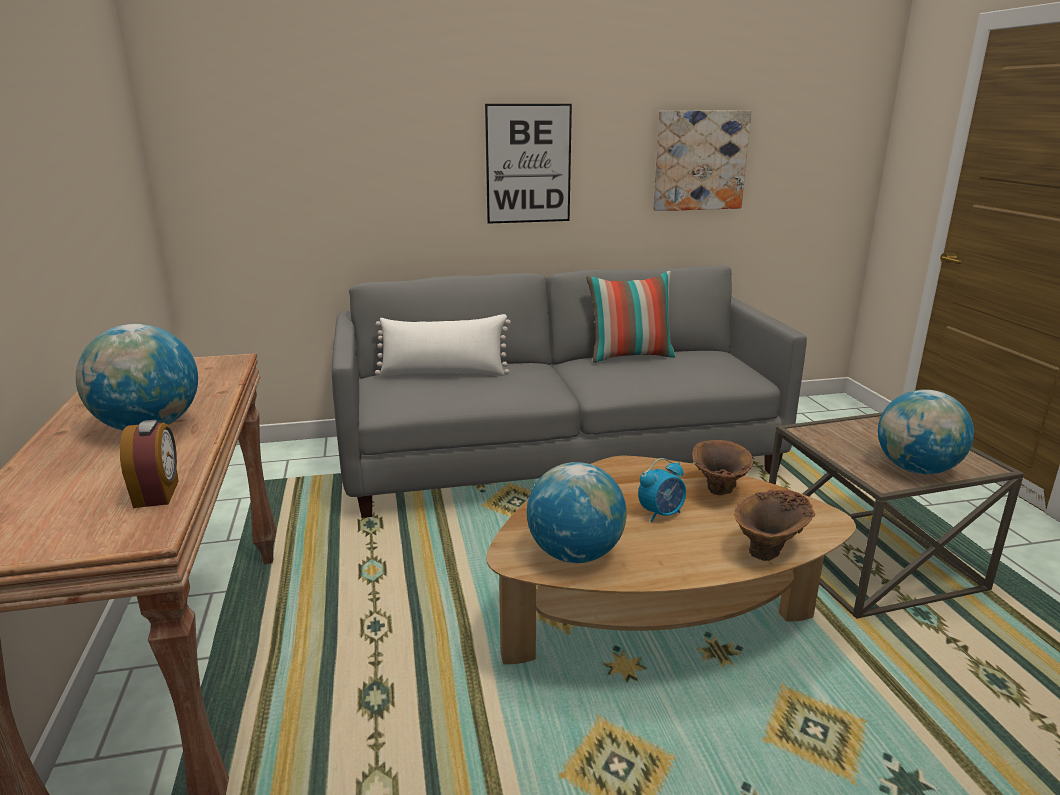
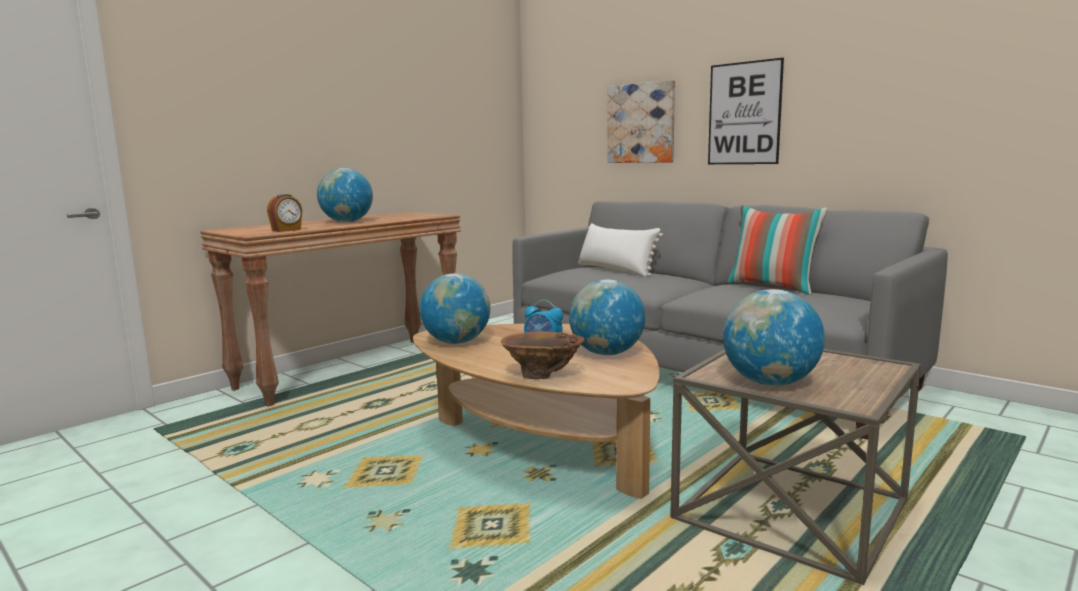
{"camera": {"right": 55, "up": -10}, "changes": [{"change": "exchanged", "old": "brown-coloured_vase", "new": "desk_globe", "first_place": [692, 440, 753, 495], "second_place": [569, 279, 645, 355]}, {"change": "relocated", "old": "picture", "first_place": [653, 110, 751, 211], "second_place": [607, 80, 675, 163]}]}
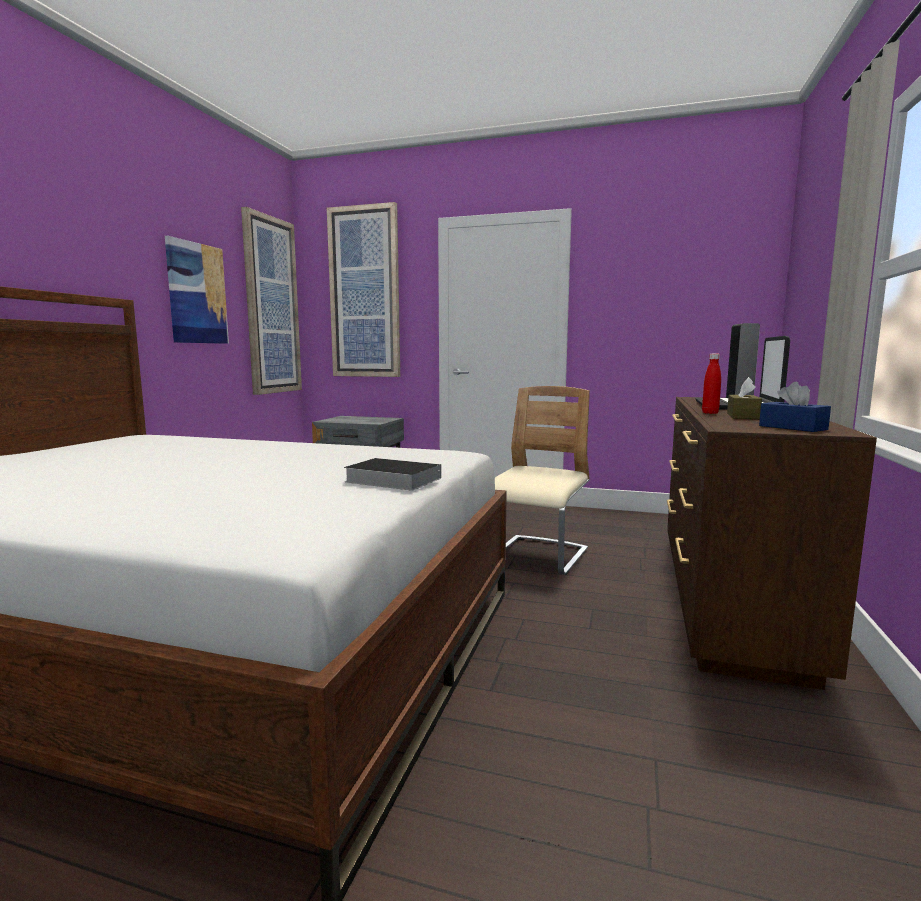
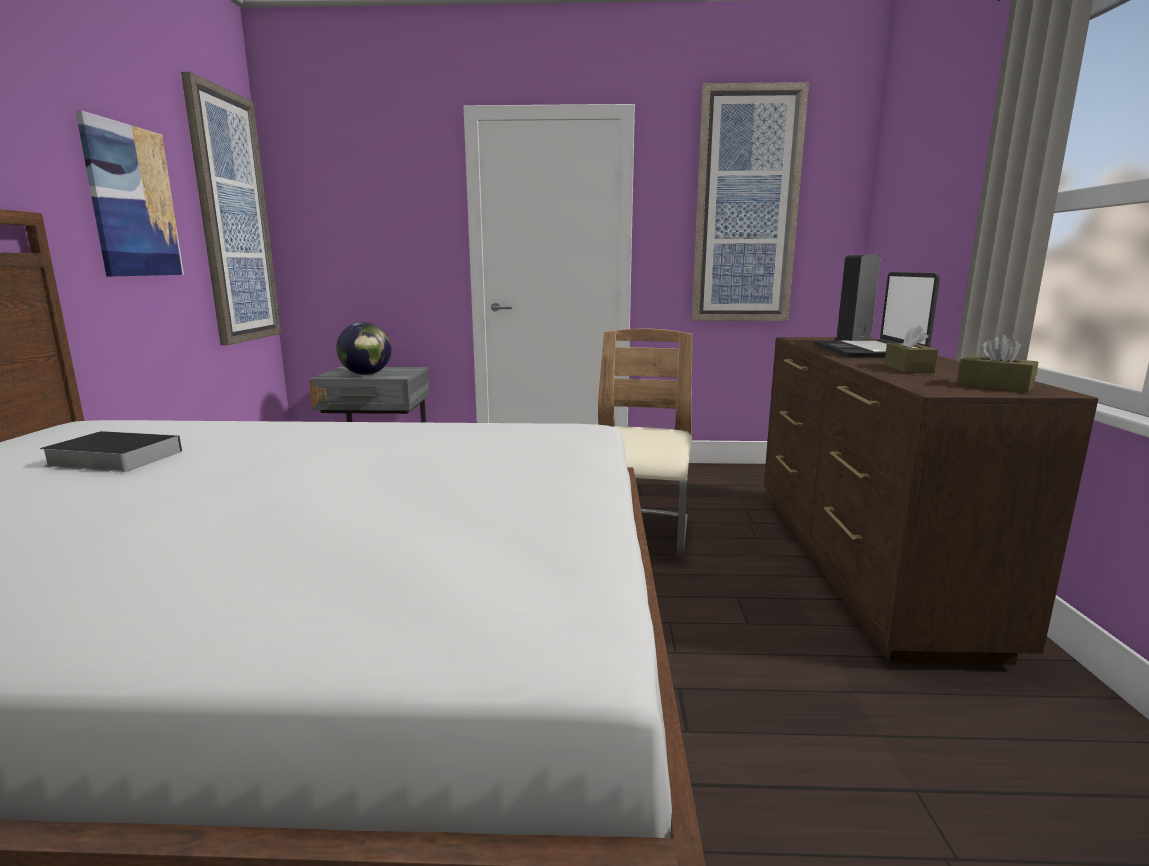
{"camera": {"right": -15, "up": 5}, "changes": [{"change": "relocated", "old": "bound_book", "first_place": [344, 458, 441, 491], "second_place": [40, 431, 182, 472]}, {"change": "appeared", "new": "desk_globe", "second_place": [336, 322, 391, 375]}, {"change": "relocated", "old": "picture", "first_place": [327, 202, 400, 377], "second_place": [692, 82, 809, 321]}, {"change": "colour", "old": "bluish_tissue_box", "new": "brown-coloured_tissue_box", "first_place": [759, 382, 831, 432], "second_place": [957, 334, 1038, 393]}, {"change": "missing", "old": "reddish_bottle", "first_place": [702, 354, 721, 414]}]}
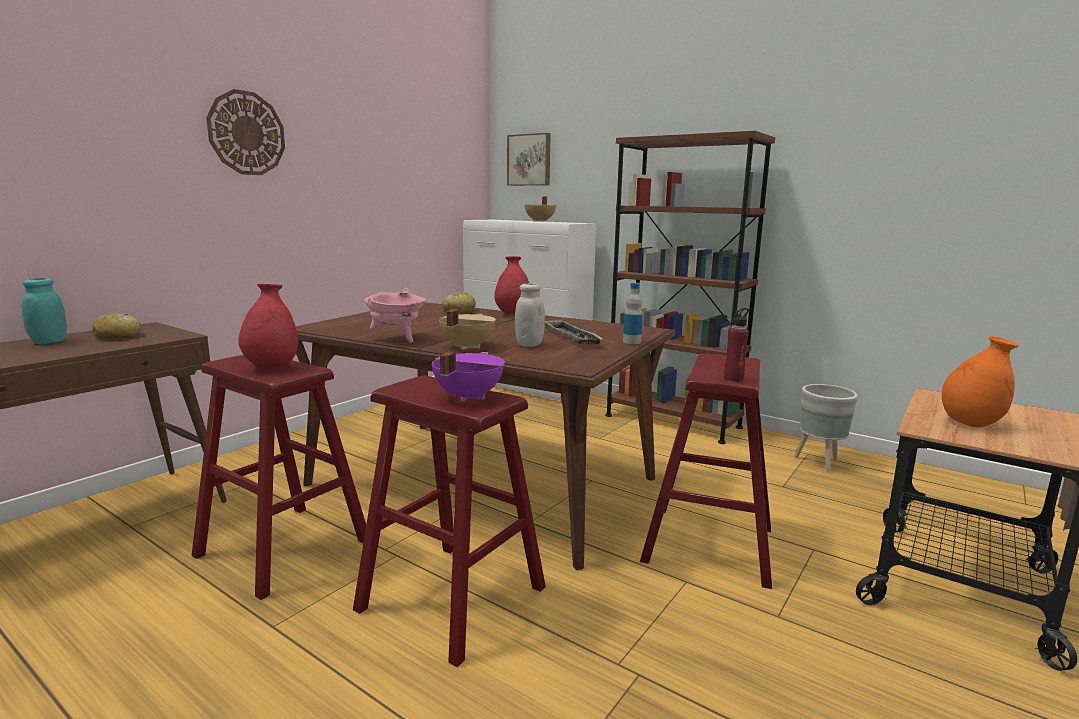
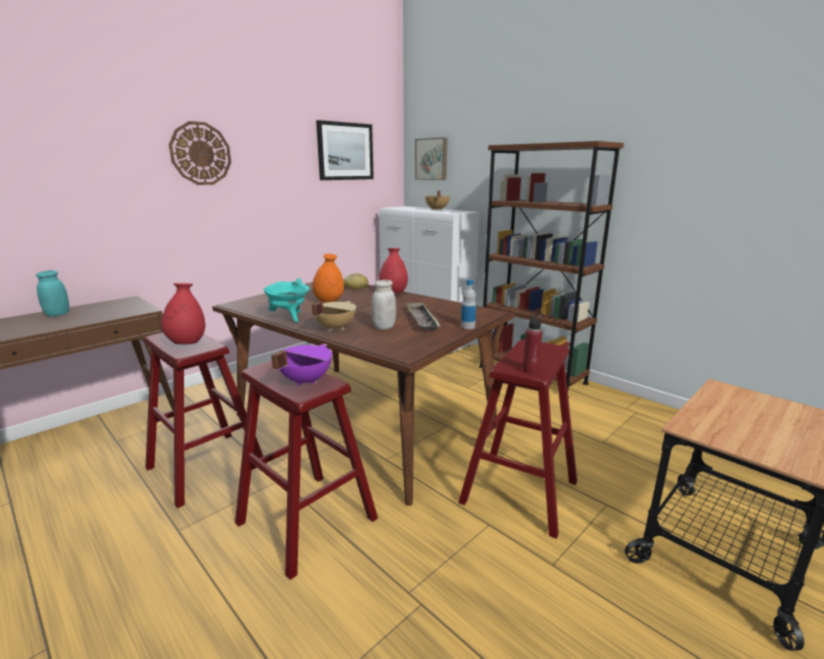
{"camera": {"right": 10, "up": 5}, "changes": [{"change": "colour", "old": "pink_saucepot", "new": "blue-green_saucepot", "first_place": [363, 288, 426, 343], "second_place": [263, 278, 310, 322]}, {"change": "relocated", "old": "orangey_vase", "first_place": [942, 336, 1019, 428], "second_place": [313, 254, 344, 303]}, {"change": "appeared", "new": "picture", "second_place": [316, 120, 374, 180]}, {"change": "missing", "old": "bread", "first_place": [92, 313, 141, 340]}, {"change": "missing", "old": "grey_flower_pot", "first_place": [794, 384, 858, 473]}]}
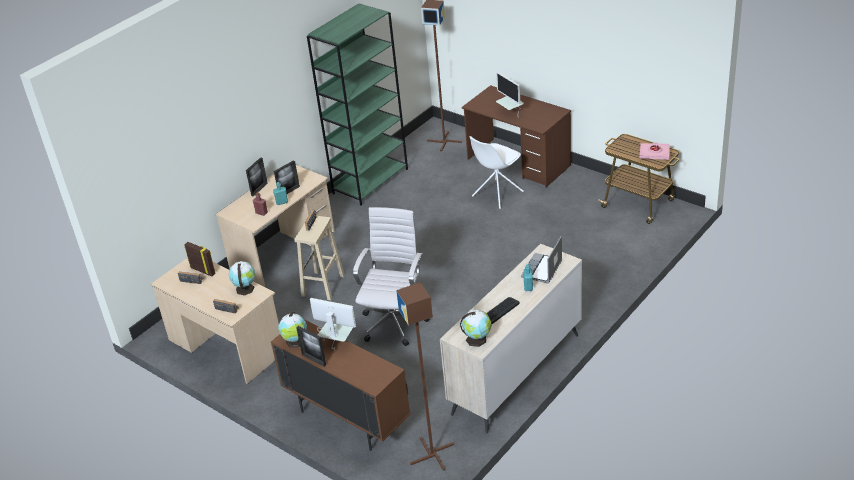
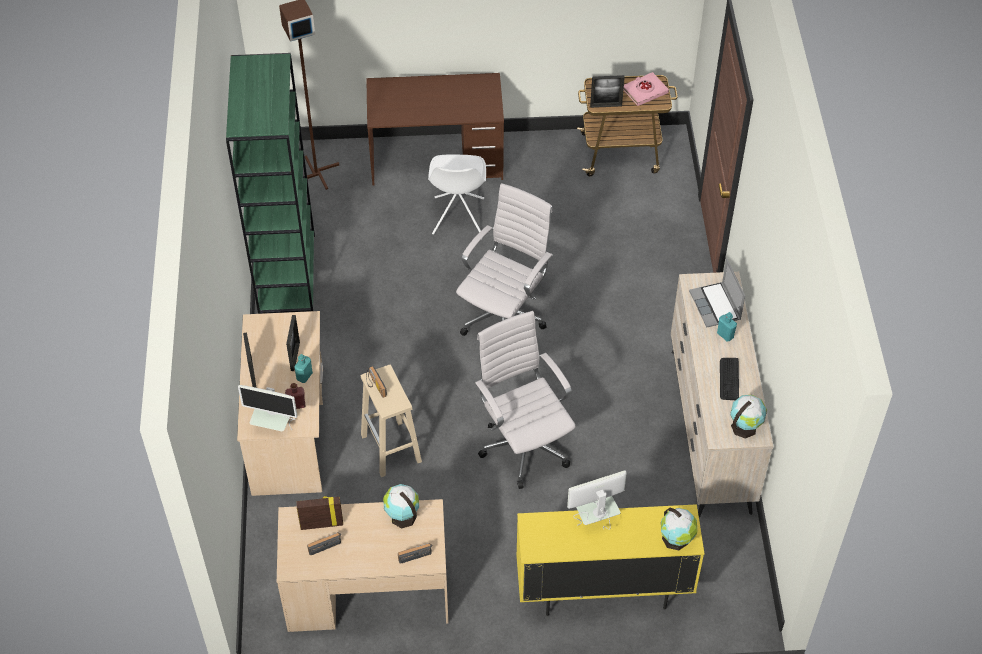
{"camera": {"right": -45, "up": 15}, "changes": [{"change": "relocated", "old": "monitor", "first_place": [496, 72, 524, 112], "second_place": [238, 385, 298, 431]}, {"change": "appeared", "new": "white-coloured_computer_chair", "second_place": [456, 183, 553, 336]}, {"change": "colour", "old": "brown-coloured_cabinet", "new": "yellow-coloured_cabinet", "first_place": [271, 320, 410, 451], "second_place": [516, 504, 705, 616]}, {"change": "relocated", "old": "picture_frame", "first_place": [296, 326, 326, 367], "second_place": [590, 75, 625, 108]}, {"change": "relocated", "old": "desk_globe", "first_place": [278, 312, 307, 348], "second_place": [661, 508, 697, 551]}, {"change": "missing", "old": "brown-coloured_floor_lamp", "first_place": [396, 282, 454, 471]}]}
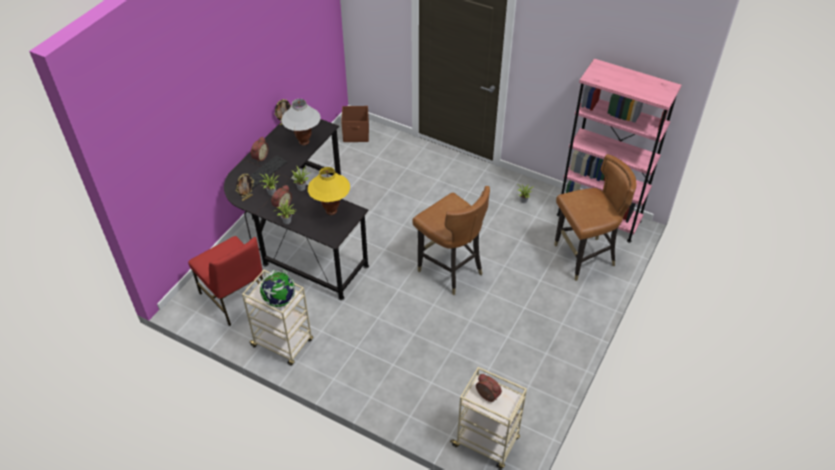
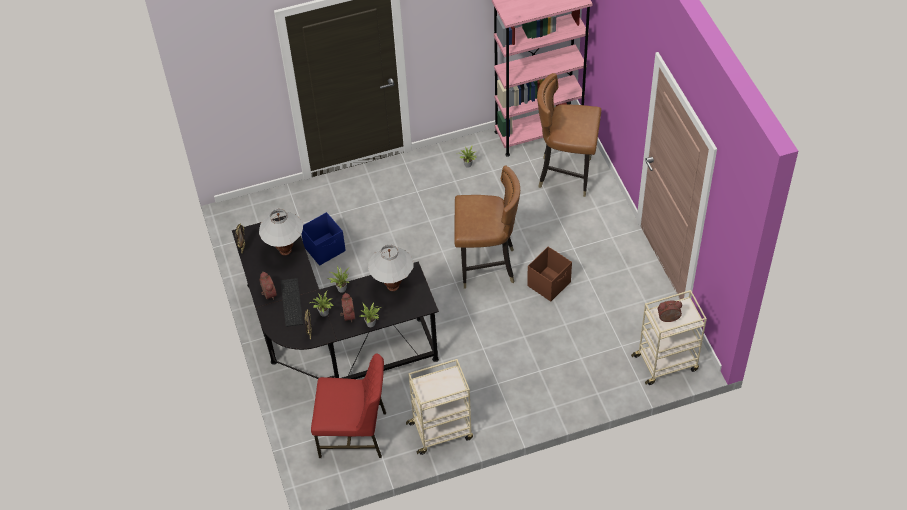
{"camera": {"right": -45, "up": 5}, "changes": [{"change": "appeared", "new": "bluish_storage_box", "second_place": [301, 212, 346, 266]}, {"change": "colour", "old": "yellow-coloured_table_lamp", "new": "white-coloured_table_lamp", "first_place": [308, 167, 350, 215], "second_place": [368, 244, 414, 291]}, {"change": "relocated", "old": "brown-coloured_storage_box", "first_place": [341, 106, 369, 142], "second_place": [527, 247, 572, 301]}, {"change": "spun", "old": "brown-coloured_upright_chair", "first_place": [554, 154, 636, 281], "second_place": [537, 73, 601, 197], "degrees": -105}, {"change": "missing", "old": "desk_globe", "first_place": [260, 269, 295, 307]}]}
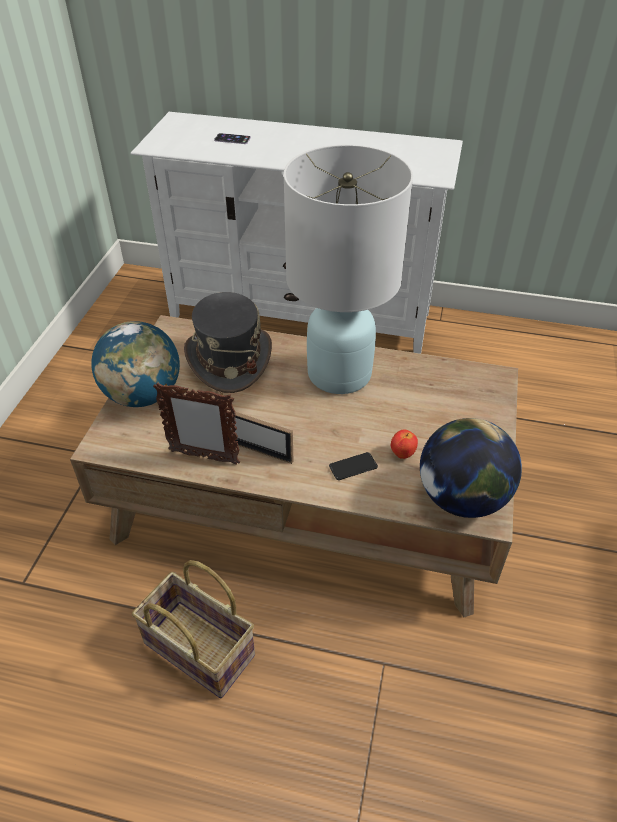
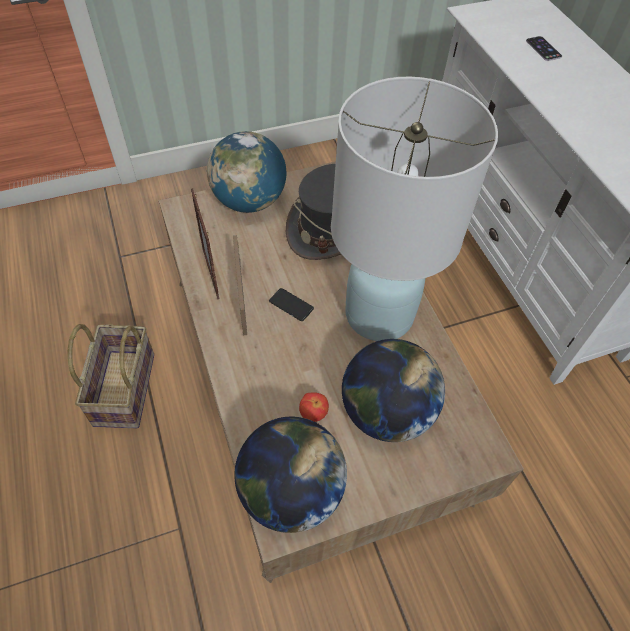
{"camera": {"right": 55, "up": 10}, "changes": [{"change": "relocated", "old": "phone", "first_place": [329, 452, 378, 480], "second_place": [269, 288, 314, 321]}, {"change": "appeared", "new": "desk_globe", "second_place": [342, 339, 445, 442]}]}
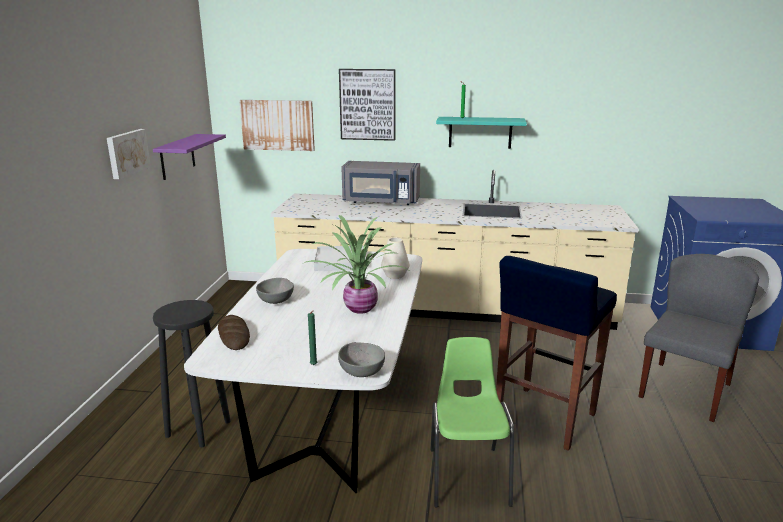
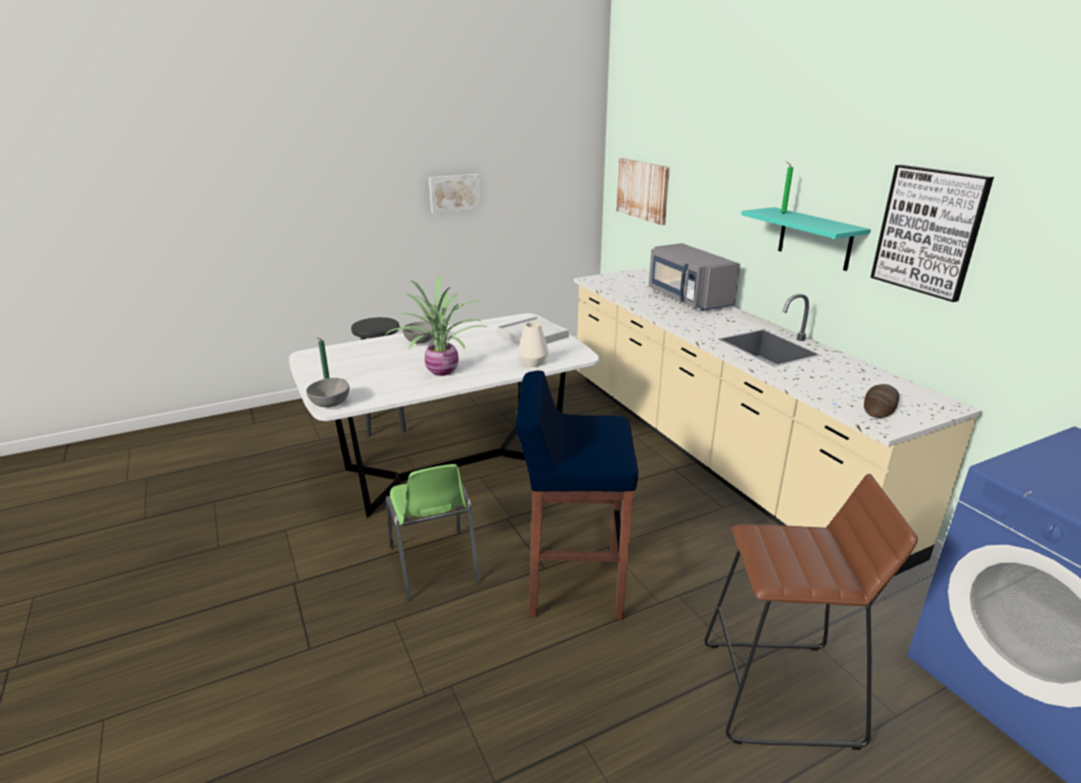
{"camera": {"right": 55, "up": 5}, "changes": [{"change": "spun", "old": "green_upright_chair", "first_place": [430, 337, 514, 508], "second_place": [386, 464, 480, 601], "degrees": 105}, {"change": "exchanged", "old": "grey_upright_chair", "new": "brown-coloured_sitting_stool", "first_place": [638, 254, 759, 422], "second_place": [704, 474, 918, 750]}, {"change": "relocated", "old": "bread", "first_place": [218, 315, 250, 350], "second_place": [864, 384, 899, 418]}, {"change": "relocated", "old": "picture", "first_place": [339, 69, 396, 141], "second_place": [870, 165, 994, 302]}, {"change": "missing", "old": "purplish_shelf", "first_place": [153, 134, 226, 180]}]}
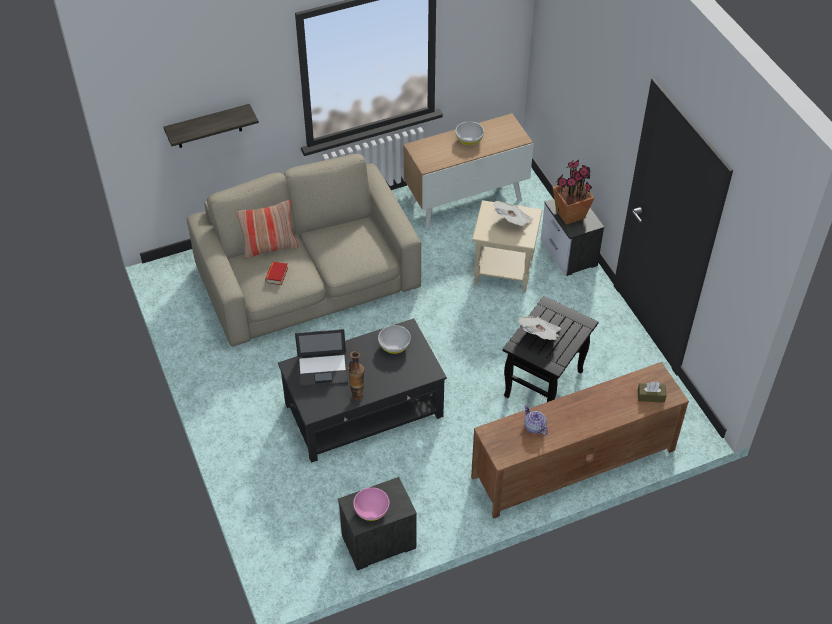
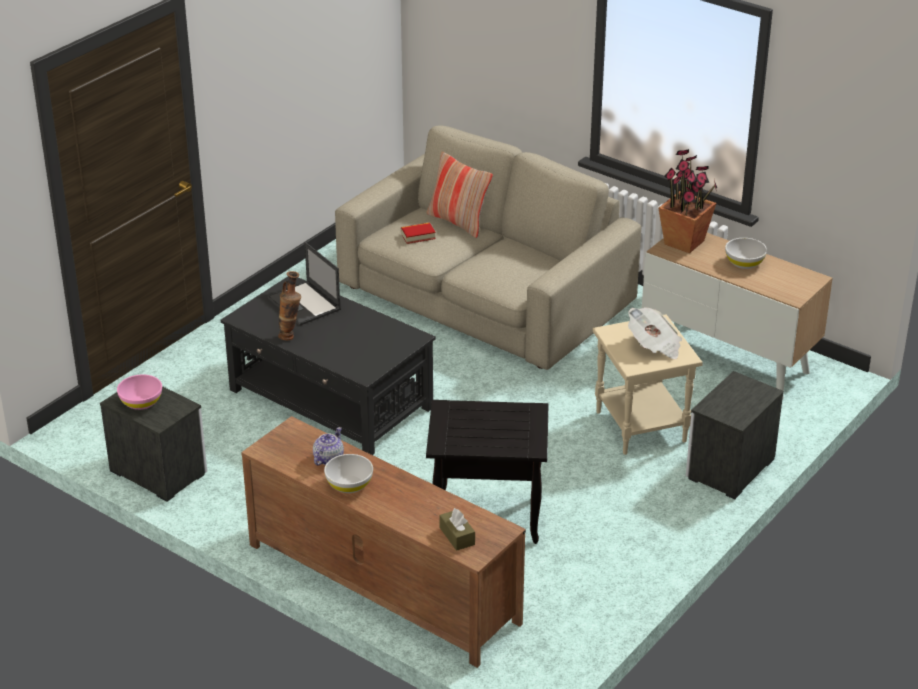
{"camera": {"right": 60, "up": -15}, "changes": [{"change": "relocated", "old": "white-coloured_deep_dish", "first_place": [378, 325, 411, 354], "second_place": [324, 454, 373, 493]}, {"change": "relocated", "old": "potted_plant", "first_place": [553, 159, 594, 225], "second_place": [658, 149, 717, 253]}, {"change": "missing", "old": "shelf", "first_place": [163, 104, 259, 148]}, {"change": "missing", "old": "daily_paper", "first_place": [518, 316, 561, 340]}]}
